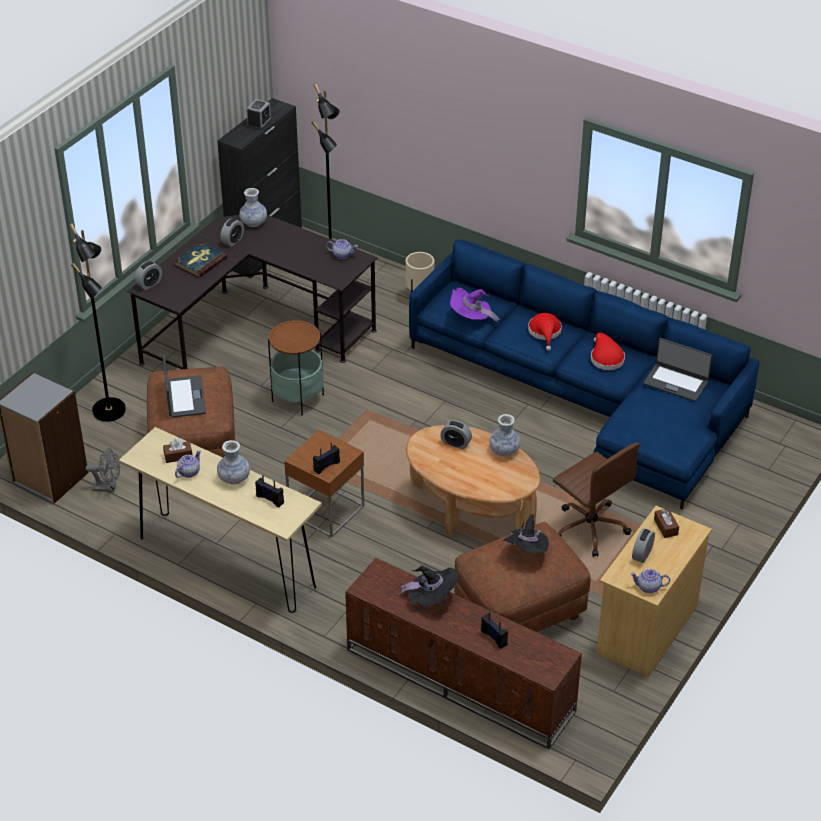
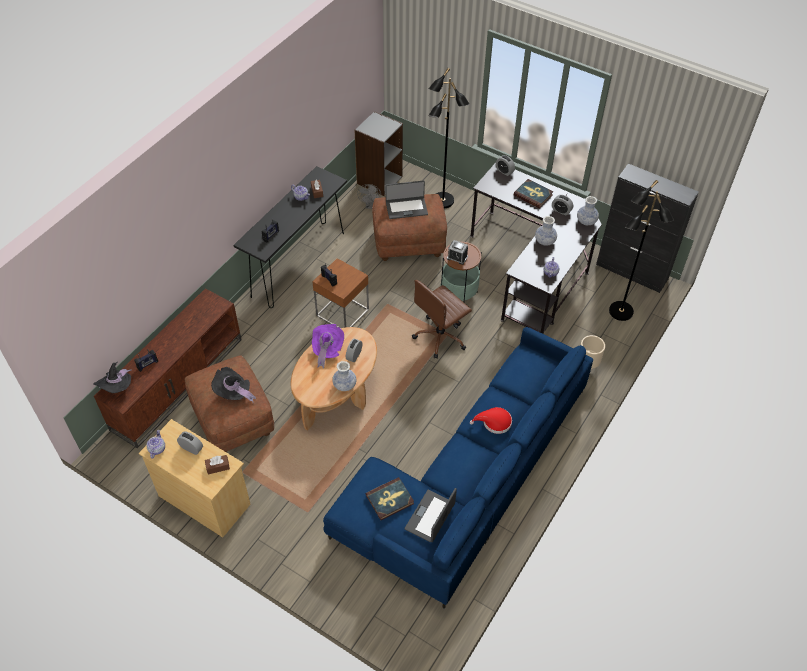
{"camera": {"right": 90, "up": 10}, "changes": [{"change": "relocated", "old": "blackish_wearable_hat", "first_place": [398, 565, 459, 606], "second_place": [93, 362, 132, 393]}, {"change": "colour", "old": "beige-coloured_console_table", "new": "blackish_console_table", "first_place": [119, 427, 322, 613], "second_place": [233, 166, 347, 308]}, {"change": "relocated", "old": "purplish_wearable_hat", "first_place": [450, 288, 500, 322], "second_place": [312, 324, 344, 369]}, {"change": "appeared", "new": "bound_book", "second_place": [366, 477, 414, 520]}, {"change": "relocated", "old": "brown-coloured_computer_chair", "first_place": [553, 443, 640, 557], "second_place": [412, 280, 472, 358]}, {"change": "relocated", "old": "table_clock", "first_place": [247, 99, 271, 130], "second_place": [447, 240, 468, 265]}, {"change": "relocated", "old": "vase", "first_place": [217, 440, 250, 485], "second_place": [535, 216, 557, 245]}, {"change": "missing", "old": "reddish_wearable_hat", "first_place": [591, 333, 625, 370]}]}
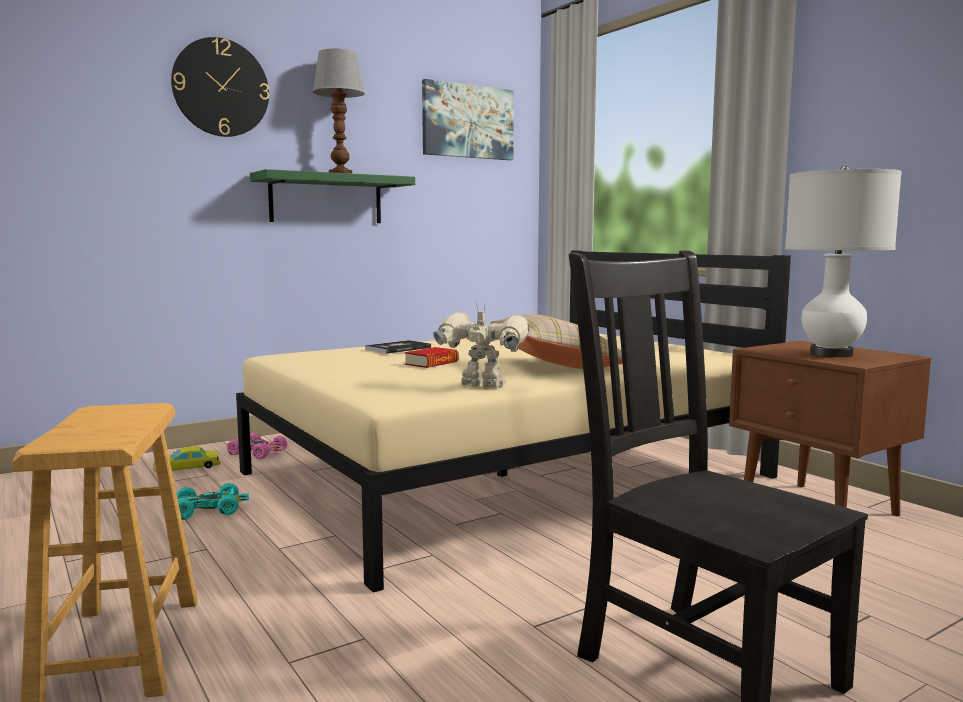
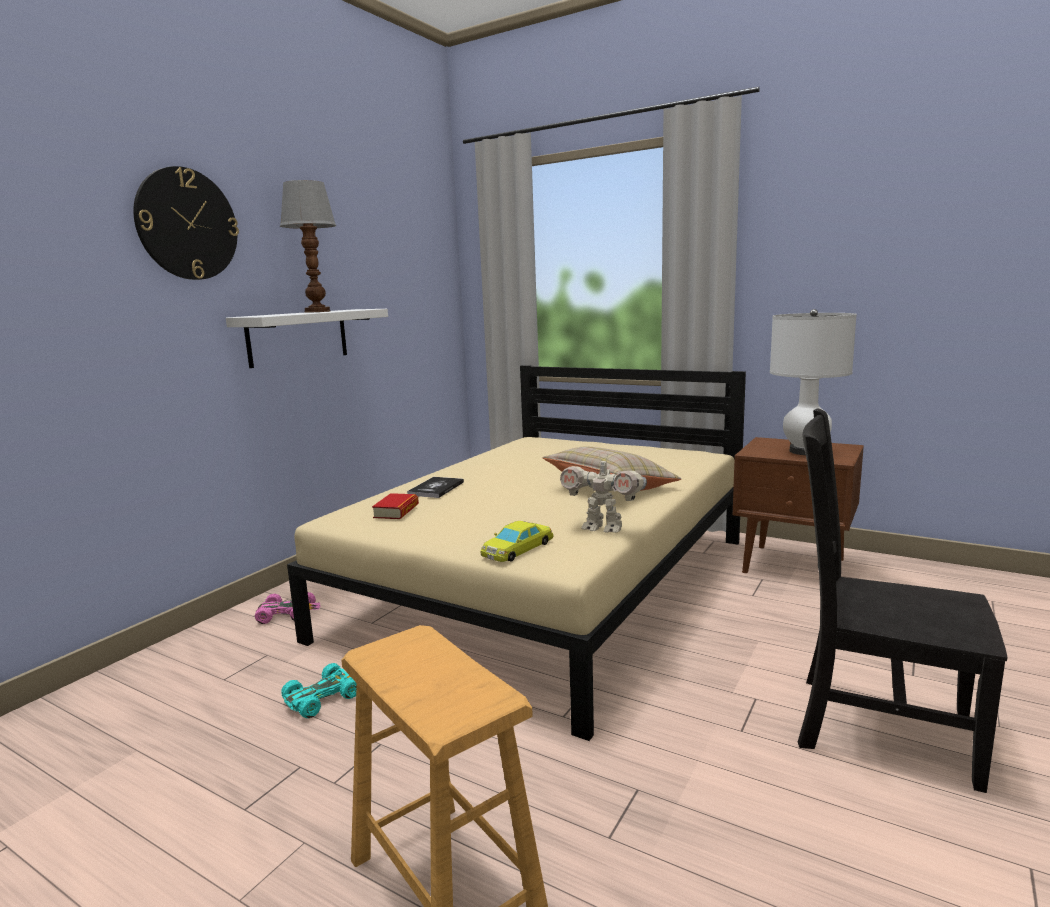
{"camera": {"right": -25, "up": 5}, "changes": [{"change": "colour", "old": "green_shelf", "new": "white-coloured_shelf", "first_place": [250, 169, 415, 223], "second_place": [226, 309, 388, 368]}, {"change": "relocated", "old": "bound_book", "first_place": [405, 347, 459, 368], "second_place": [372, 493, 419, 519]}, {"change": "relocated", "old": "yellow-coloured_miniature_car", "first_place": [153, 446, 220, 472], "second_place": [480, 521, 554, 562]}, {"change": "spun", "old": "toy_robot", "first_place": [433, 303, 529, 387], "second_place": [560, 453, 647, 533], "degrees": -150}, {"change": "missing", "old": "picture", "first_place": [422, 79, 514, 160]}]}
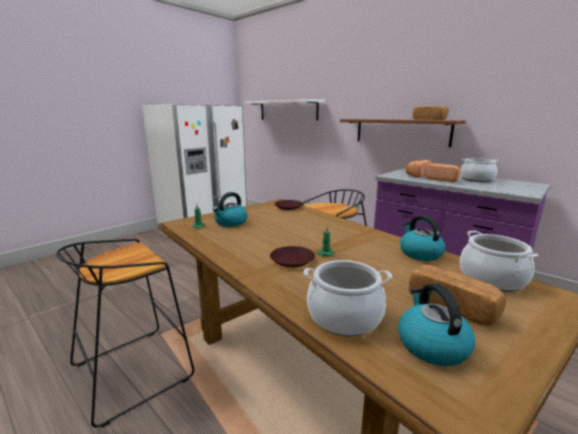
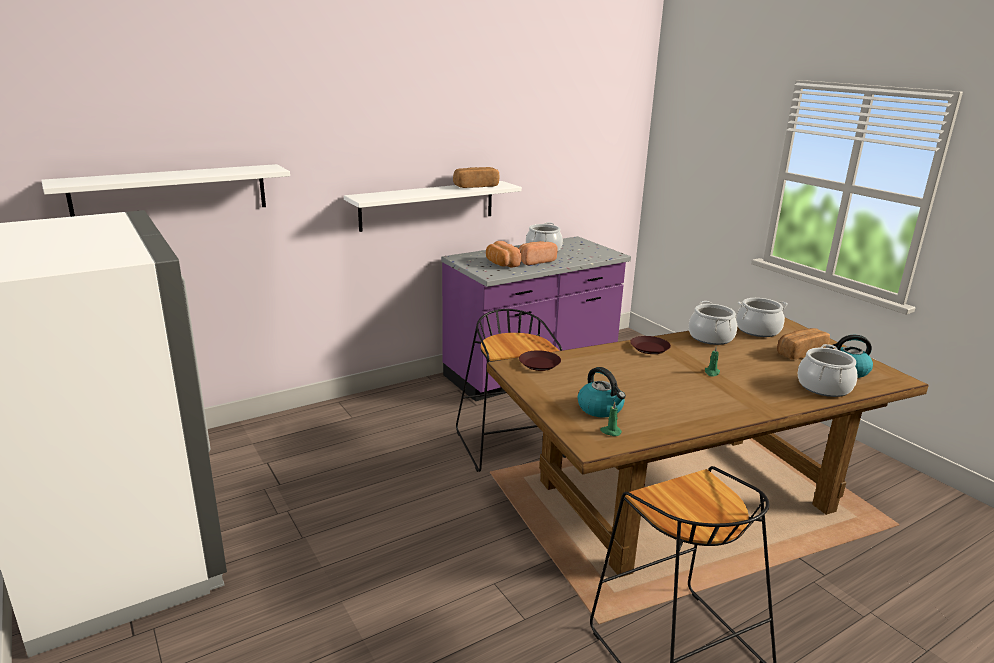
{"camera": {"right": -75, "up": 5}, "changes": [{"change": "colour", "old": "brown-coloured_shelf", "new": "white-coloured_shelf", "first_place": [340, 119, 466, 147], "second_place": [344, 181, 522, 232]}, {"change": "relocated", "old": "brown-coloured_dinner_plate", "first_place": [270, 246, 315, 268], "second_place": [630, 336, 671, 354]}, {"change": "exchanged", "old": "tea_kettle", "new": "saucepot", "first_place": [400, 215, 445, 261], "second_place": [688, 301, 737, 345]}]}
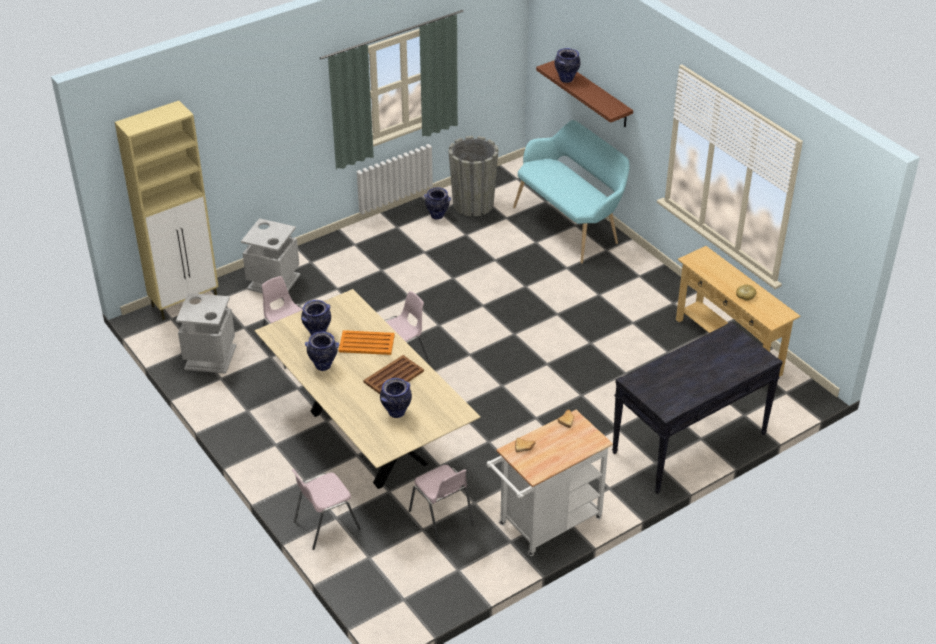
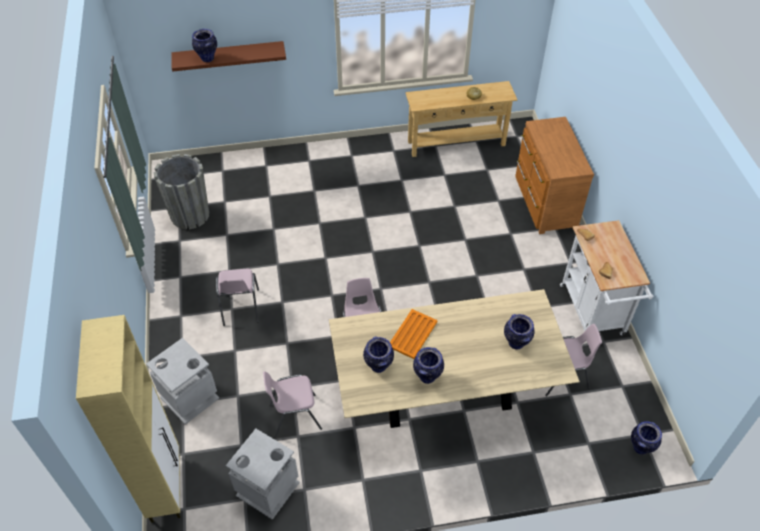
{"camera": {"right": -65, "up": 10}, "changes": [{"change": "relocated", "old": "pink_upright_chair", "first_place": [292, 469, 361, 550], "second_place": [216, 269, 259, 326]}, {"change": "exchanged", "old": "blackish_console_table", "new": "brown-coloured_drawer_chest", "first_place": [612, 322, 783, 494], "second_place": [515, 117, 594, 234]}, {"change": "relocated", "old": "vase", "first_place": [424, 187, 451, 220], "second_place": [631, 421, 662, 454]}, {"change": "missing", "old": "brown-coloured_serving_tray", "first_place": [363, 355, 424, 394]}, {"change": "missing", "old": "blue-green_bench", "first_place": [513, 120, 630, 264]}]}
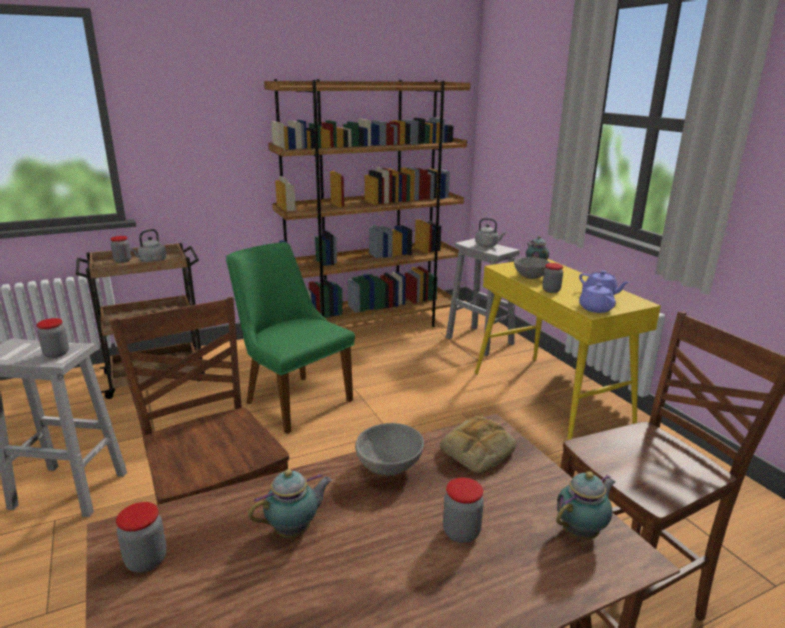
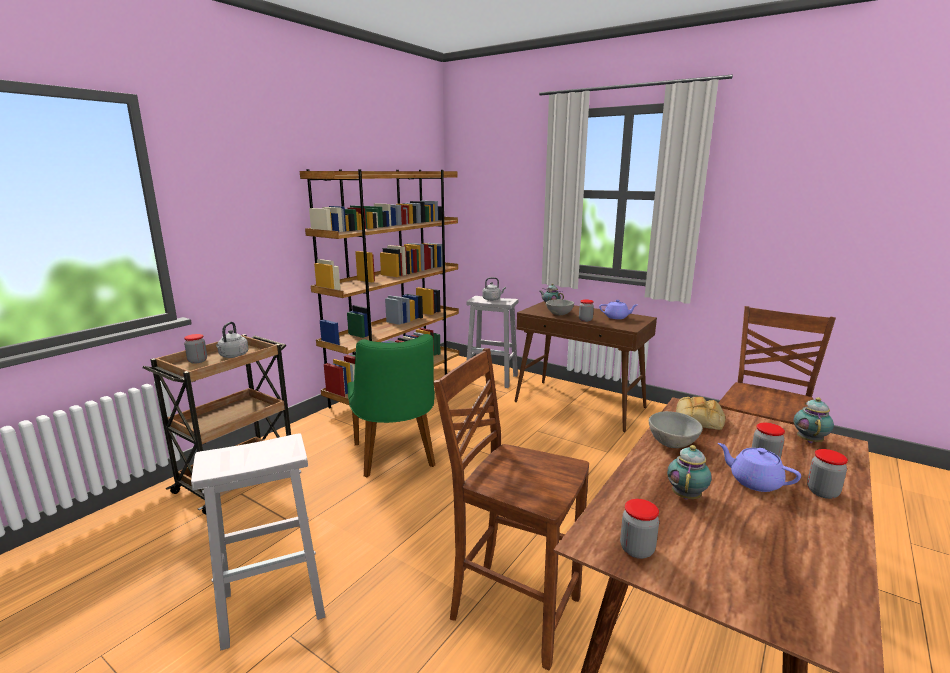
{"camera": {"right": -30, "up": -5}, "changes": [{"change": "spun", "old": "green_upright_chair", "first_place": [226, 242, 355, 434], "second_place": [347, 334, 435, 477], "degrees": -120}, {"change": "colour", "old": "yellow-coloured_console_table", "new": "brown-coloured_console_table", "first_place": [475, 259, 661, 440], "second_place": [515, 301, 657, 432]}, {"change": "relocated", "old": "purplish_pot_for_tea", "first_place": [579, 280, 616, 313], "second_place": [718, 443, 801, 492]}, {"change": "relocated", "old": "jar", "first_place": [37, 318, 69, 358], "second_place": [807, 449, 848, 499]}]}
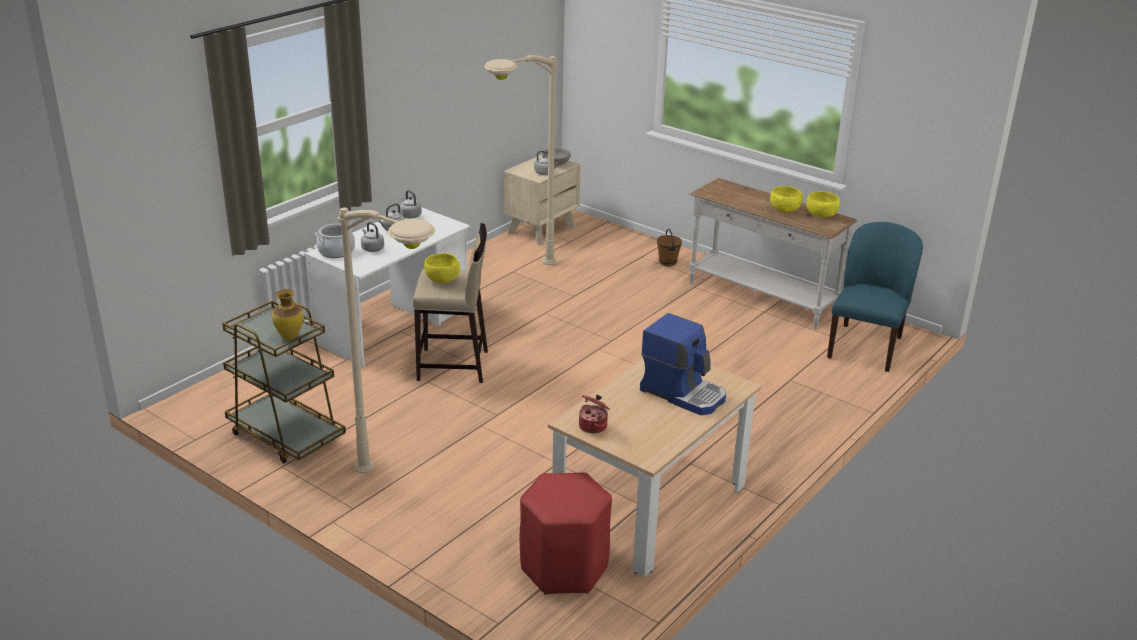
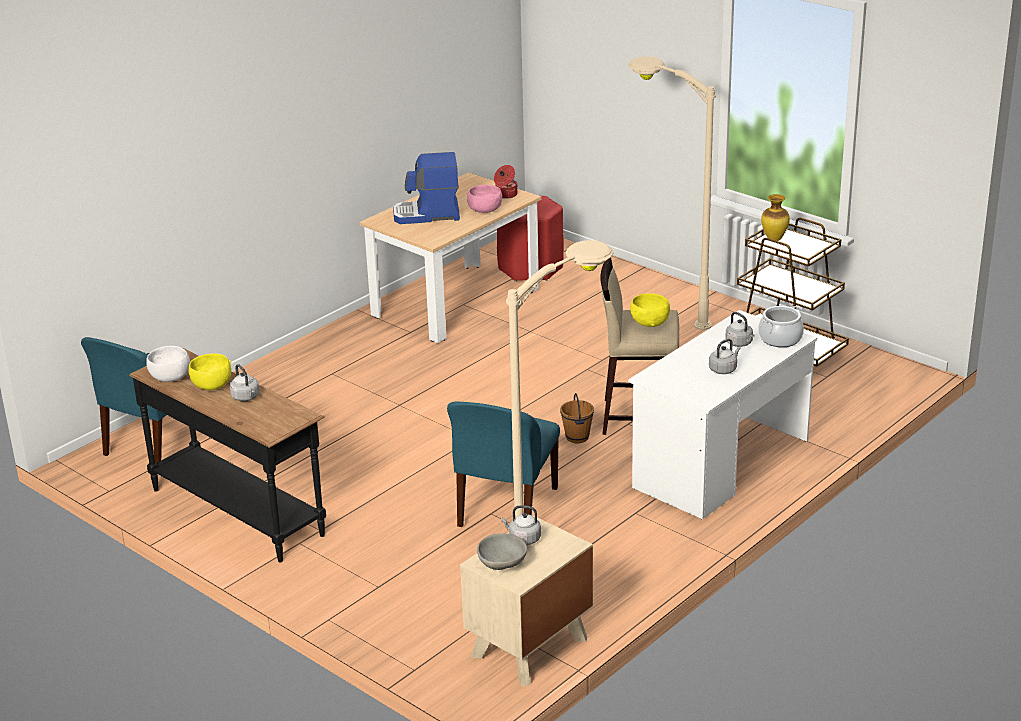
{"camera": {"right": -175, "up": 0}, "changes": [{"change": "colour", "old": "white-coloured_console_table", "new": "blackish_console_table", "first_place": [689, 178, 857, 329], "second_place": [129, 348, 326, 563]}, {"change": "colour", "old": "yellow-coloured_deep_dish", "new": "white-coloured_deep_dish", "first_place": [806, 191, 840, 218], "second_place": [146, 346, 190, 382]}, {"change": "relocated", "old": "grey_tea_kettle", "first_place": [400, 190, 422, 219], "second_place": [230, 364, 259, 401]}, {"change": "spun", "old": "coffee_brewer", "first_place": [640, 313, 726, 415], "second_place": [393, 152, 460, 224], "degrees": -45}, {"change": "appeared", "new": "bluish_upright_chair", "second_place": [447, 402, 560, 527]}, {"change": "appeared", "new": "pink_deep_dish", "second_place": [467, 185, 502, 213]}, {"change": "relocated", "old": "brown-coloured_water_bucket", "first_place": [657, 229, 682, 266], "second_place": [560, 393, 594, 443]}]}
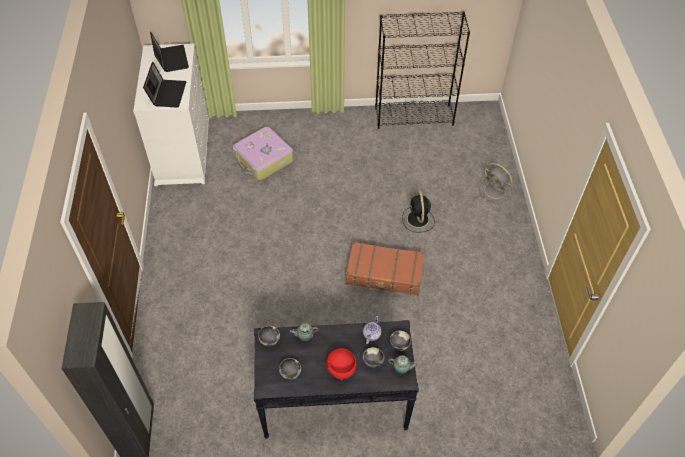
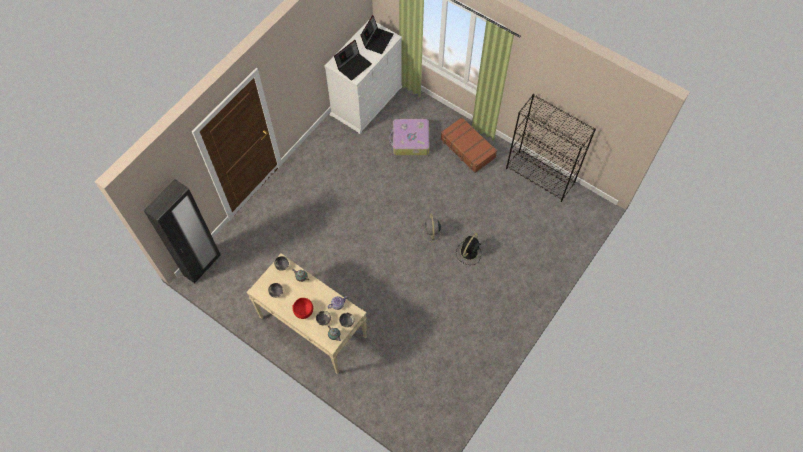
{"camera": {"right": 40, "up": 10}, "changes": [{"change": "colour", "old": "blackish_console_table", "new": "beige-coloured_console_table", "first_place": [254, 320, 419, 439], "second_place": [246, 253, 367, 374]}, {"change": "relocated", "old": "grey_electric_fan", "first_place": [479, 163, 513, 203], "second_place": [419, 213, 445, 246]}, {"change": "relocated", "old": "brown-coloured_piece_of_luggage", "first_place": [346, 242, 425, 295], "second_place": [441, 117, 497, 173]}]}
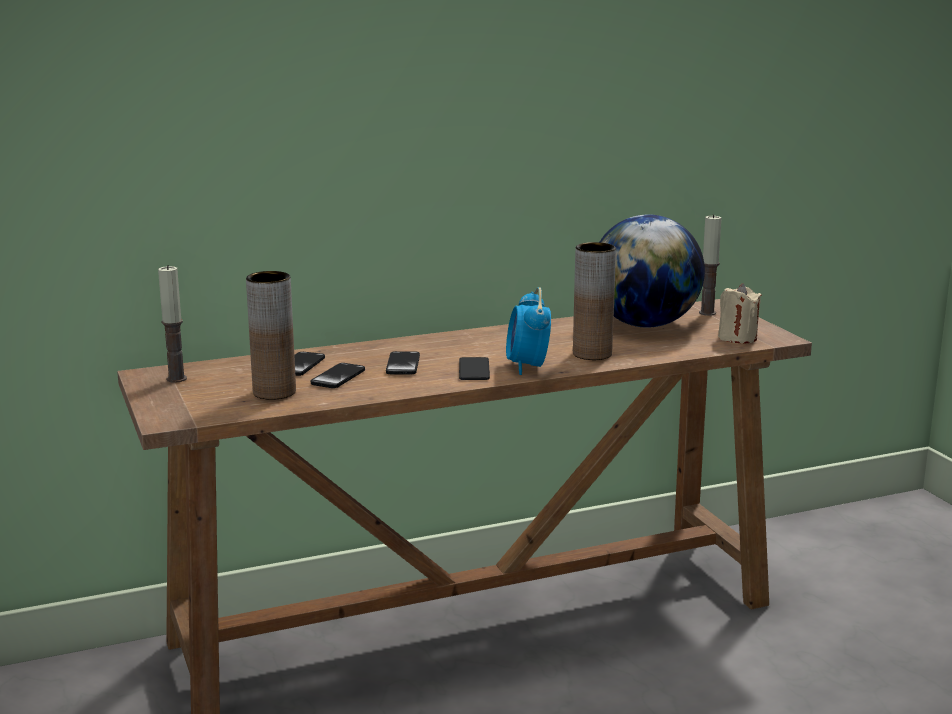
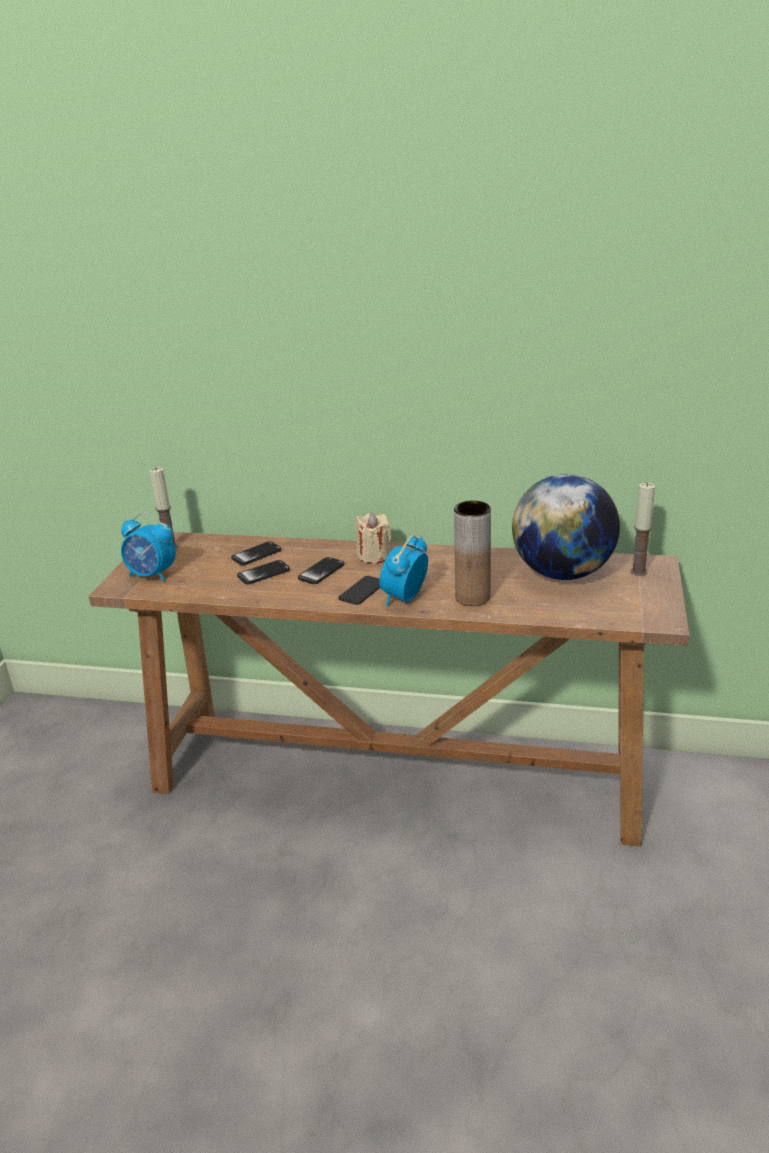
{"camera": {"right": 35, "up": 10}, "changes": [{"change": "appeared", "new": "table_clock", "second_place": [121, 512, 176, 582]}, {"change": "relocated", "old": "beige-coloured_wax_candle", "first_place": [718, 283, 761, 343], "second_place": [355, 513, 391, 564]}, {"change": "missing", "old": "brown-coloured_vase", "first_place": [246, 271, 296, 400]}]}
